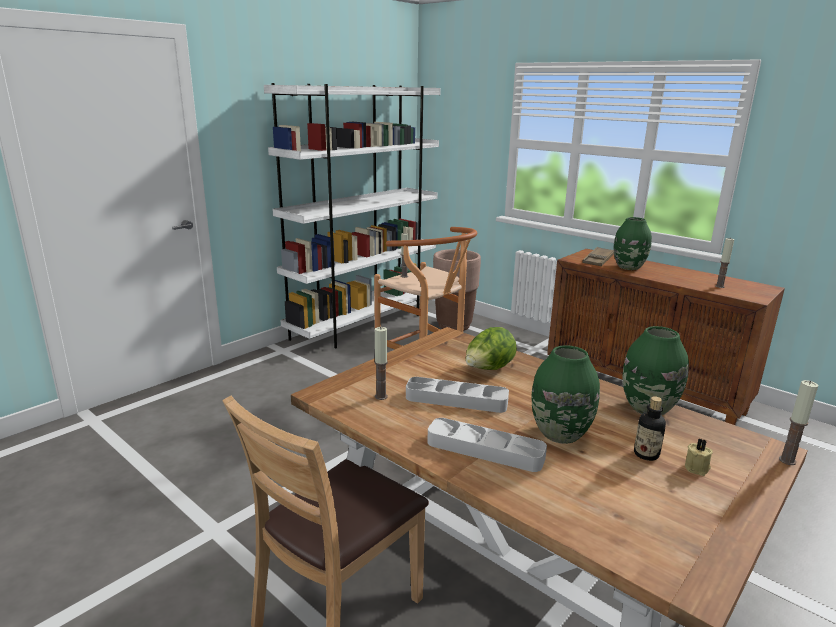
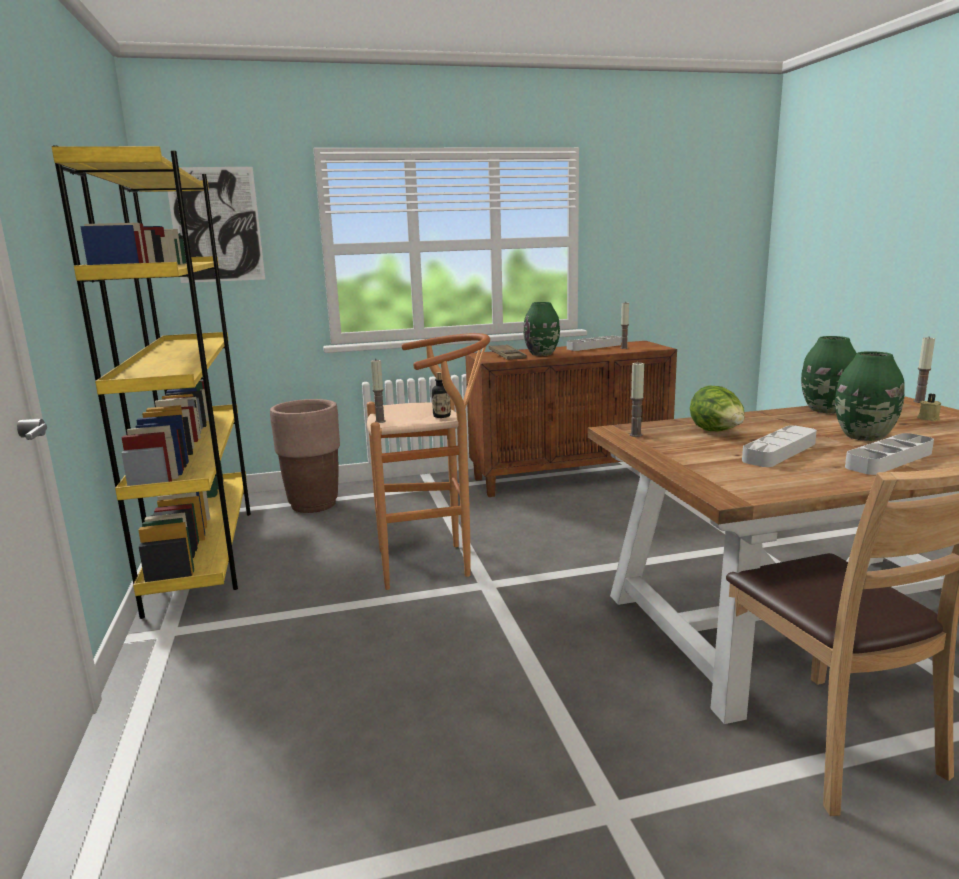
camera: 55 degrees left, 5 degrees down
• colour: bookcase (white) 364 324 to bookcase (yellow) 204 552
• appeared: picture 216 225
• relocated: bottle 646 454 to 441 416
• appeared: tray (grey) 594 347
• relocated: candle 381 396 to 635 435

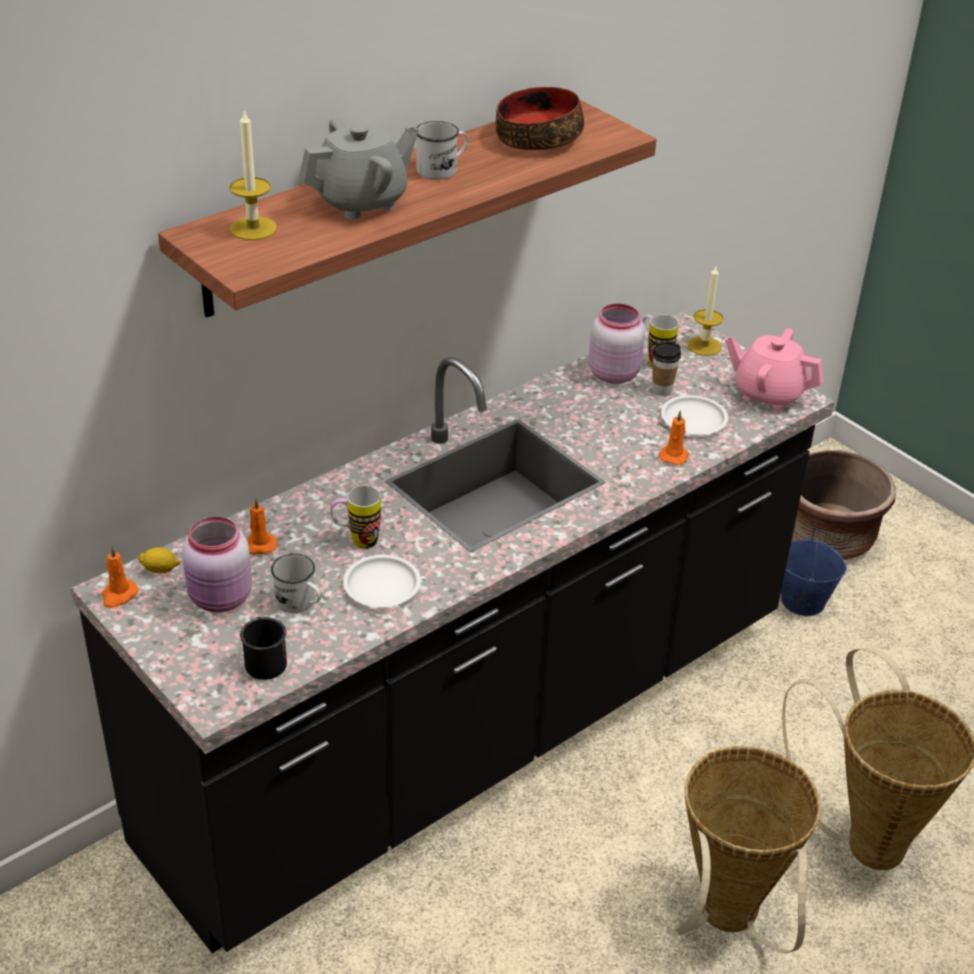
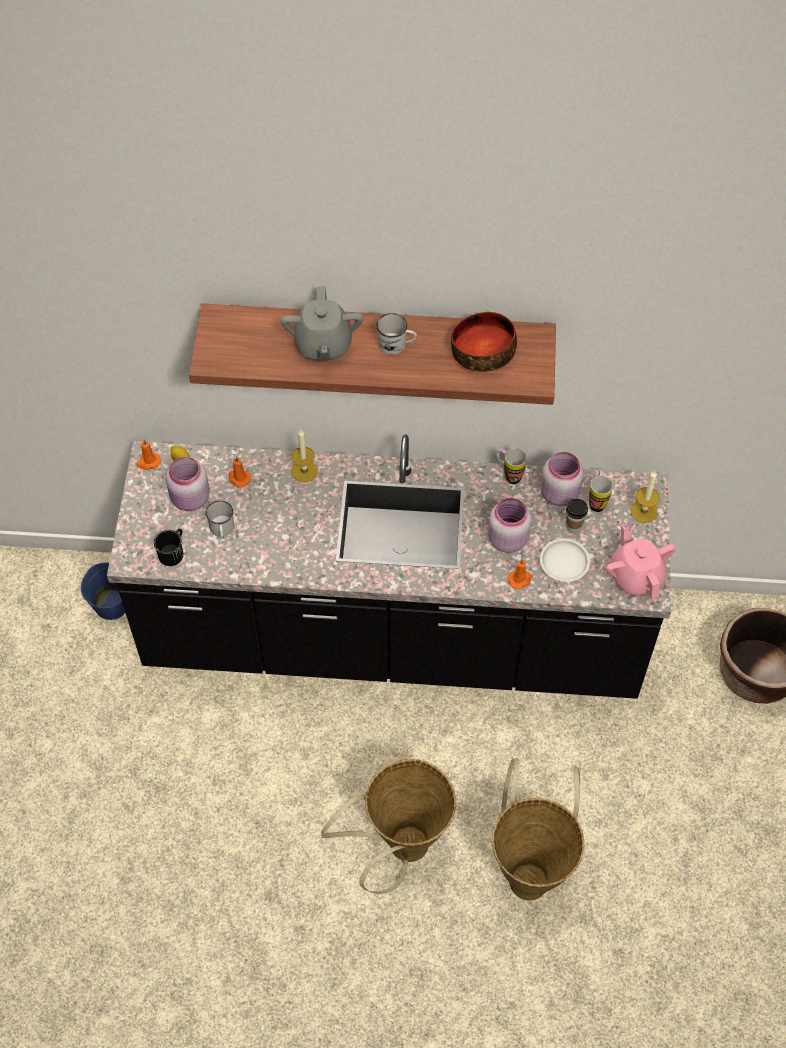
camera: 45 degrees right, 20 degrees up
• relocated: bucket (blue) 802 601 to 111 604
• spun: teapot (grey) 361 202 = 323 345 75 degrees clockwise
• relocated: candle 253 228 to 304 471
• appeared: jar (pink) 506 539
• relocated: mug 356 541 to 508 475
• missing: plate (white) 382 585

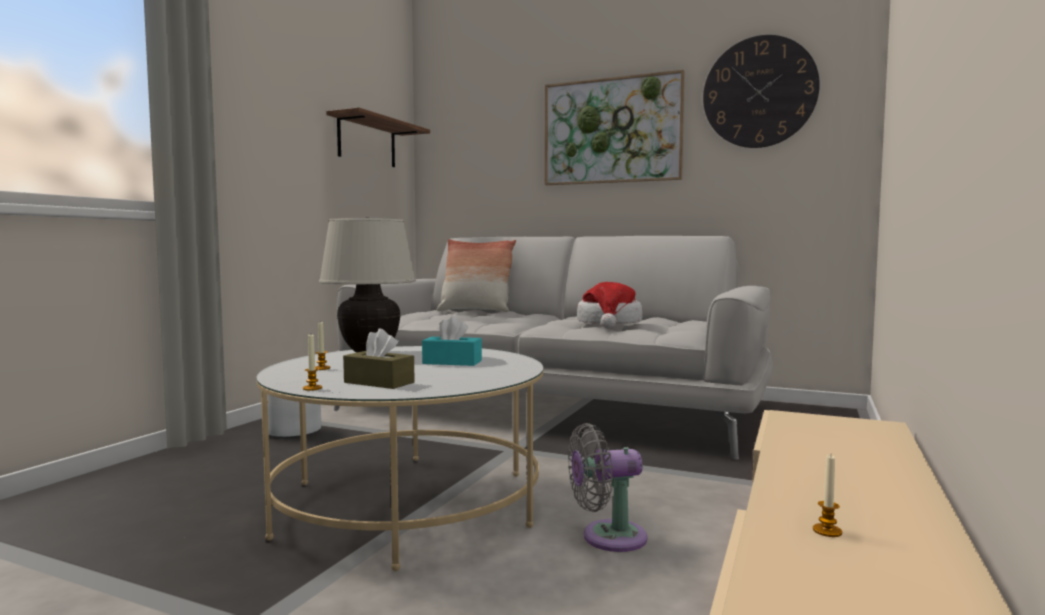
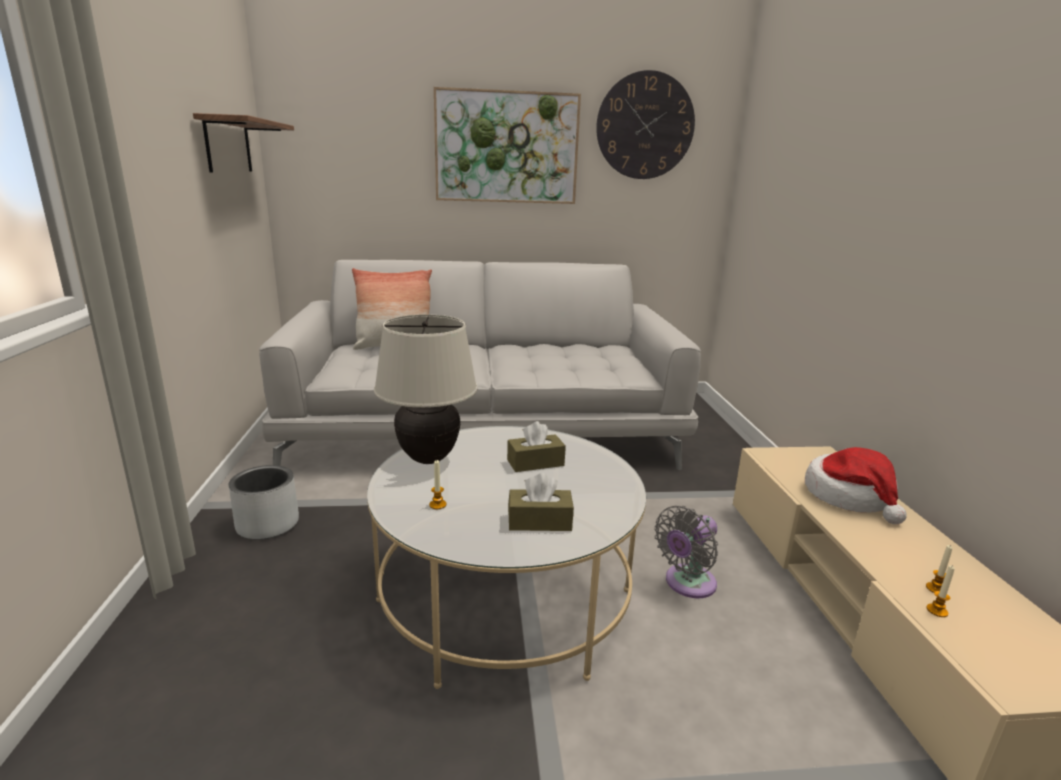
camera: 30 degrees left, 15 degrees up
• colour: tissue box (turquoise) 452 362 to tissue box (brown) 535 463
• relocated: hat 609 323 to 850 497
• relocated: candle 312 388 to 937 611

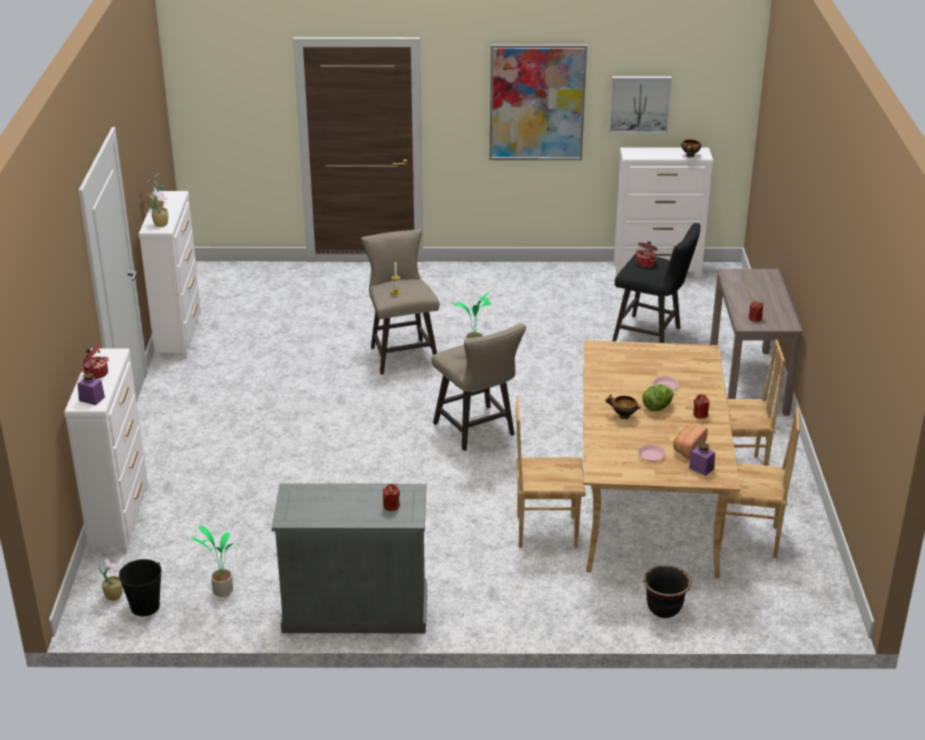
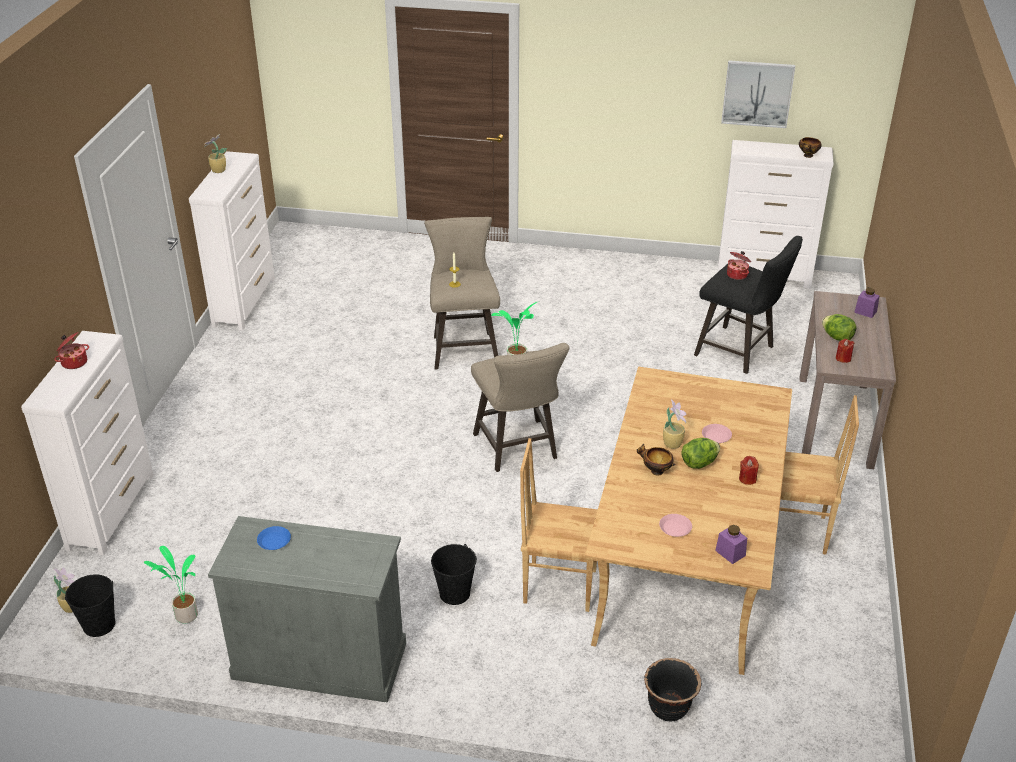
camera: 10 degrees right, 5 degrees up
• appeared: plate (blue) 274 540
• appeared: bucket (black) 454 593
• relocated: potted plant 161 224 to 673 443
• appeared: lettuce 837 337
• relocated: jar (purple) 92 399 to 865 312
• missing: candle (red) 391 506
• missing: picture 537 102
• missing: bread 688 448
• missing: chair (brown) 747 539

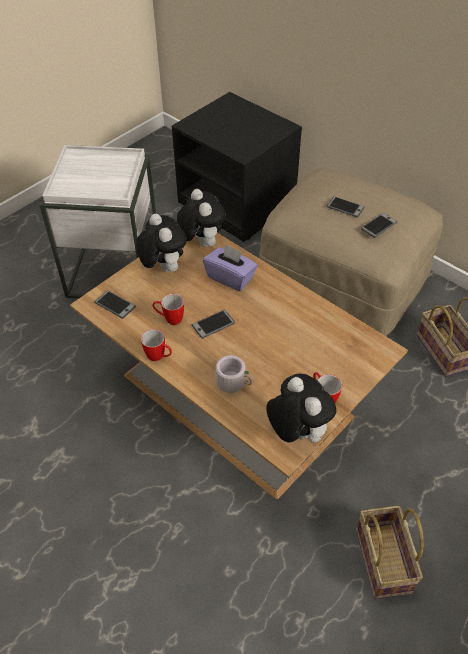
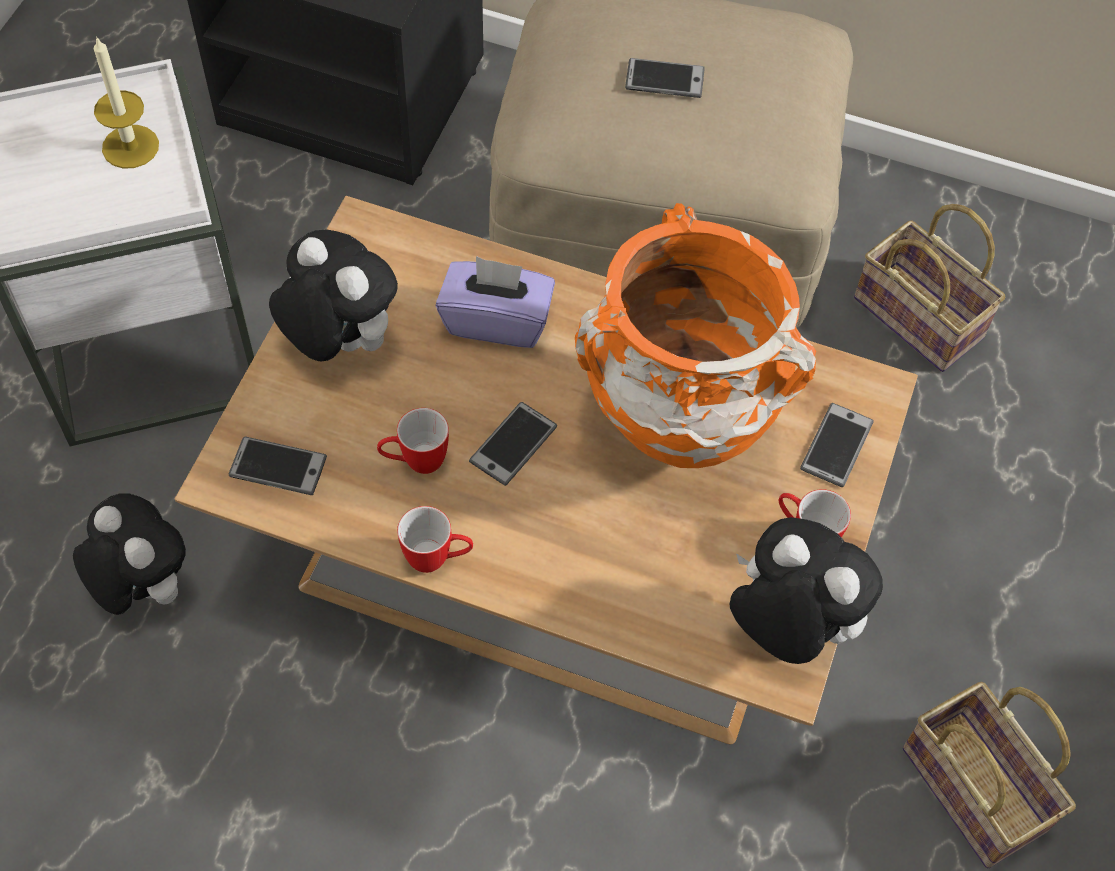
camera: 25 degrees left, 10 degrees up
• relocated: plush toy 201 242 to 142 587
• appeared: candle 130 146
• appeared: vase (orange) 674 427
• relocated: phone 378 226 to 836 446
• missing: mug (grey) 234 382

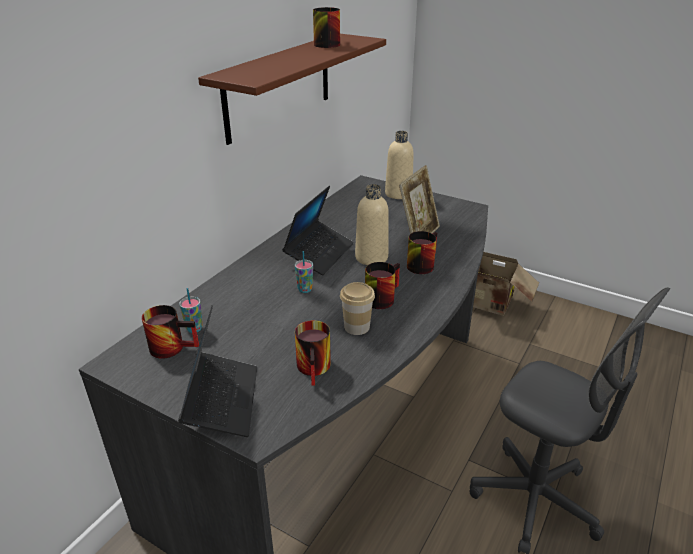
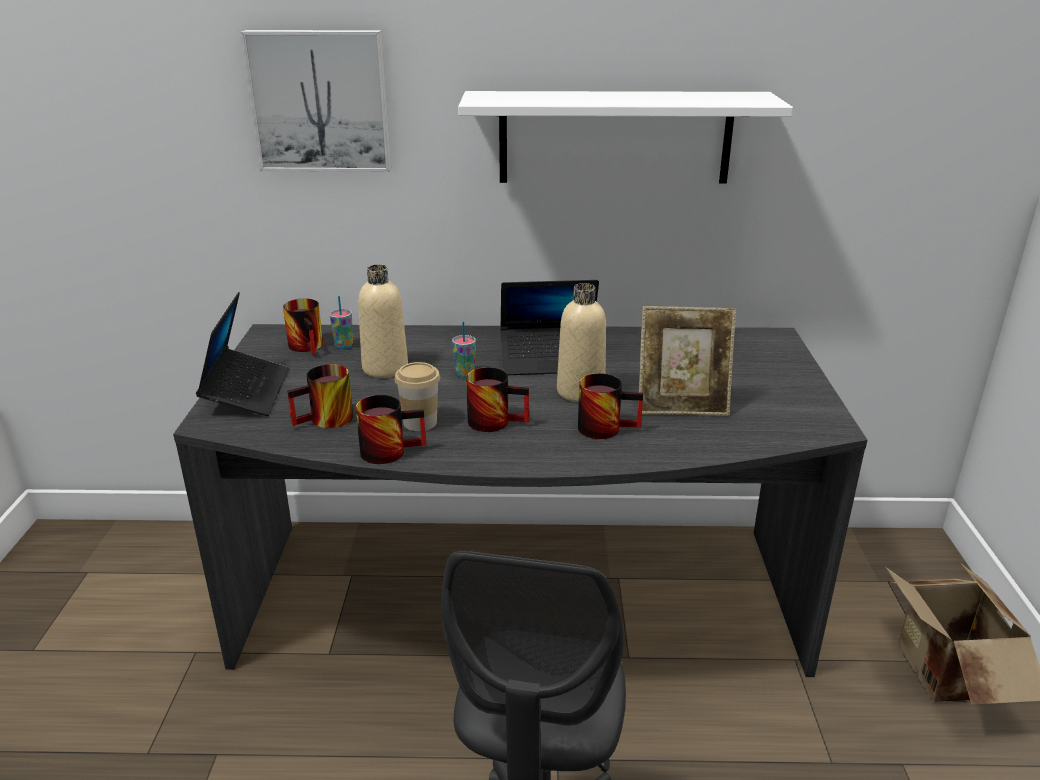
camera: 60 degrees right, 5 degrees down
• spun: laptop 222 400 = 247 392 60 degrees counterclockwise
• appeared: picture 321 101
• relocated: mug 326 43 to 390 449
• relocated: bottle (beige) 398 194 to 385 368
• colour: shelf (brown) 279 86 to shelf (white) 615 137

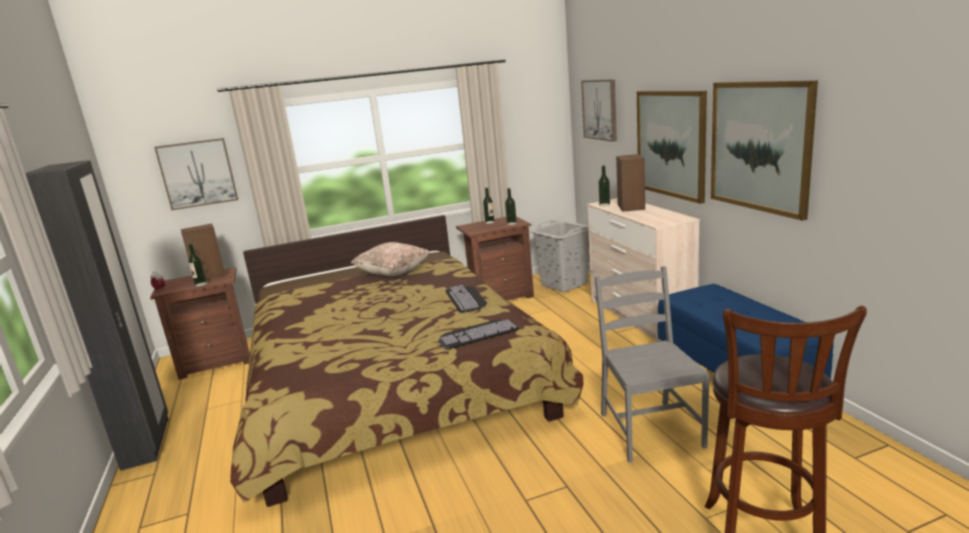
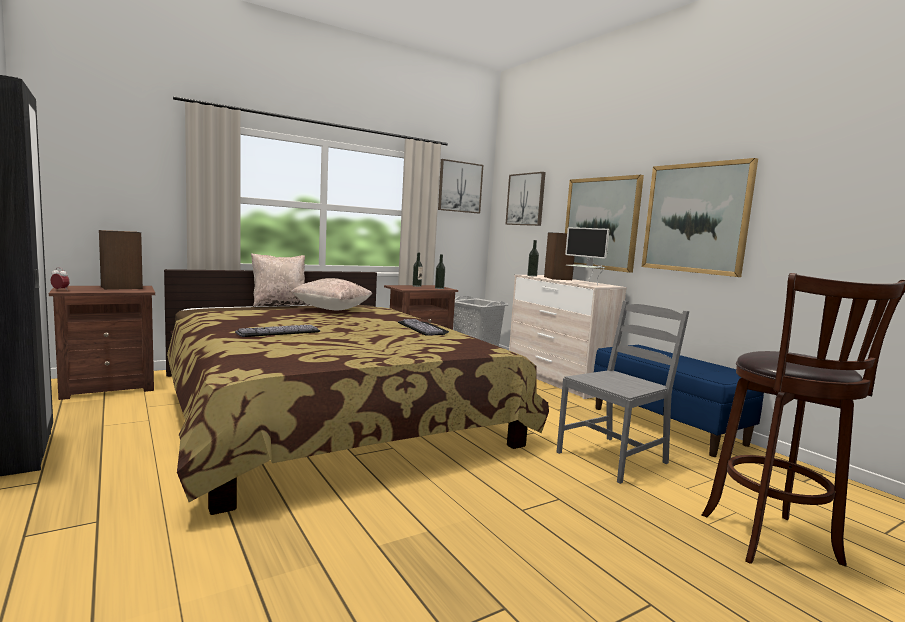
camera: 15 degrees left, 10 degrees down
• relocated: keyboard 477 333 to 277 331
• appeared: pillow (beige) 279 305
• relocated: picture 198 173 to 460 187
• spun: chair (grey) 649 429 = 613 457 75 degrees clockwise
• appeared: monitor 584 283
• missing: bottle 201 284

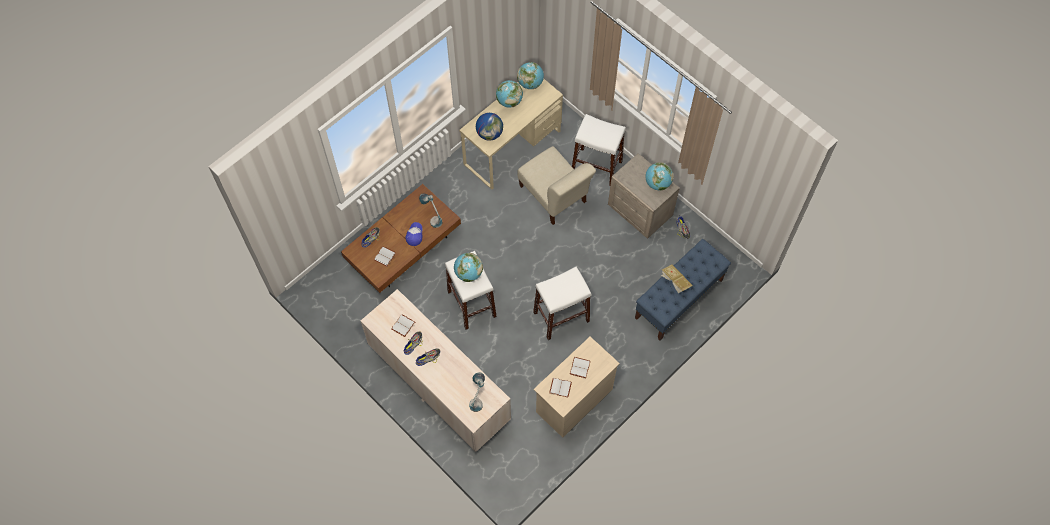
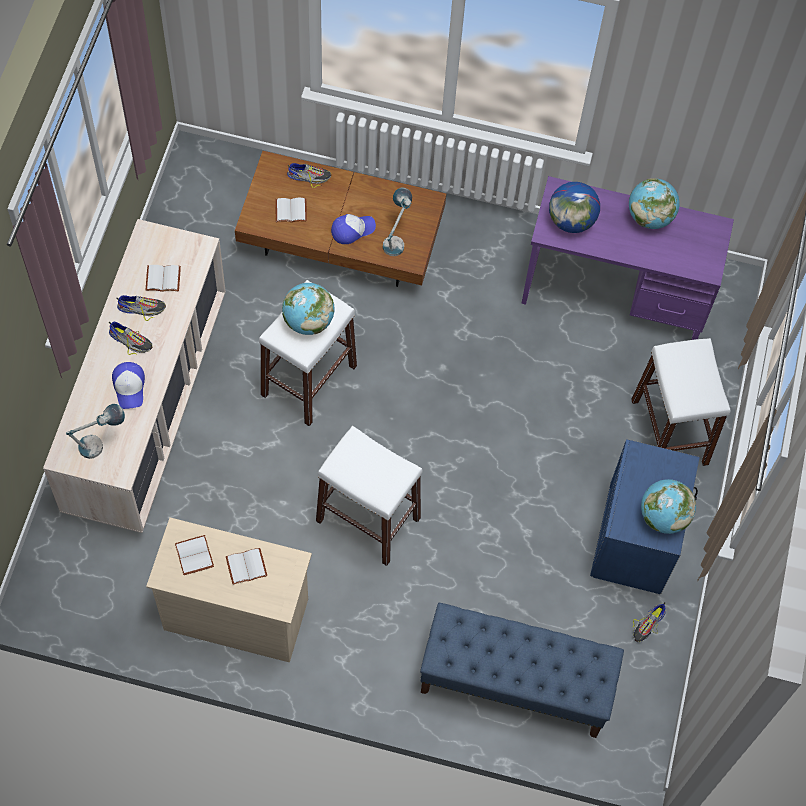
camera: 55 degrees right, 0 degrees up
• appeared: cap 129 387
• colour: desk (beige) 512 147 to desk (purple) 615 293
• colour: nightstand (beige) 640 211 to nightstand (blue) 636 540
• missing: globe 530 83
• missing: chair (beige) 554 196
• missing: book 675 282

